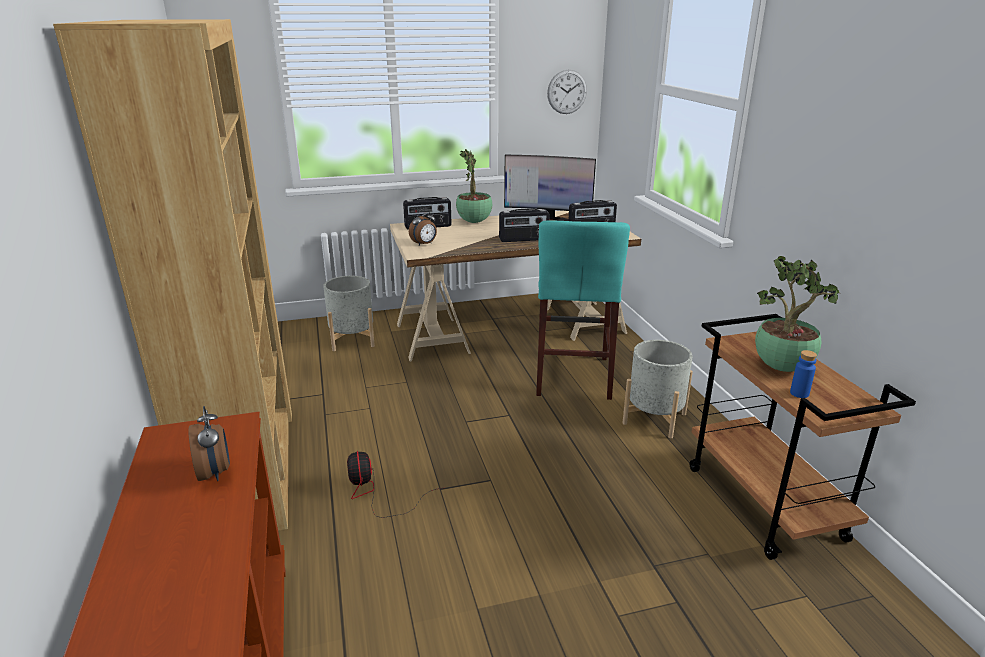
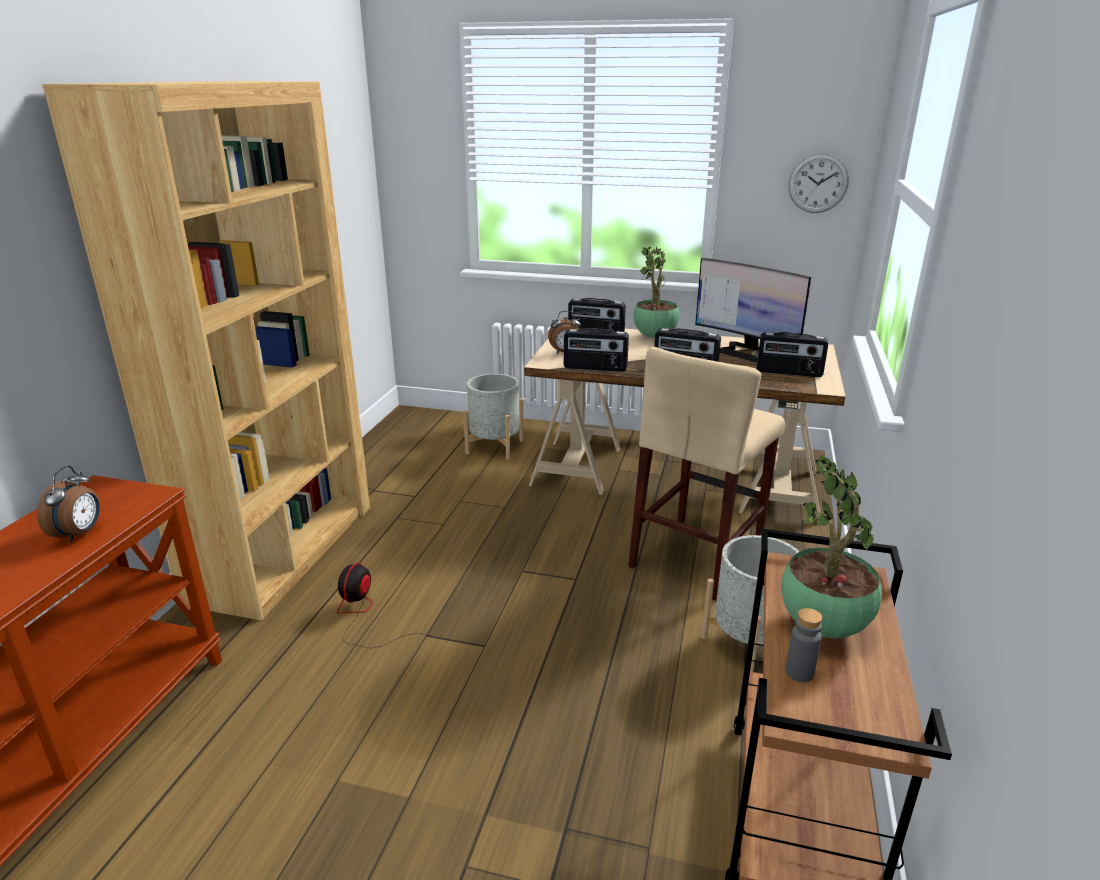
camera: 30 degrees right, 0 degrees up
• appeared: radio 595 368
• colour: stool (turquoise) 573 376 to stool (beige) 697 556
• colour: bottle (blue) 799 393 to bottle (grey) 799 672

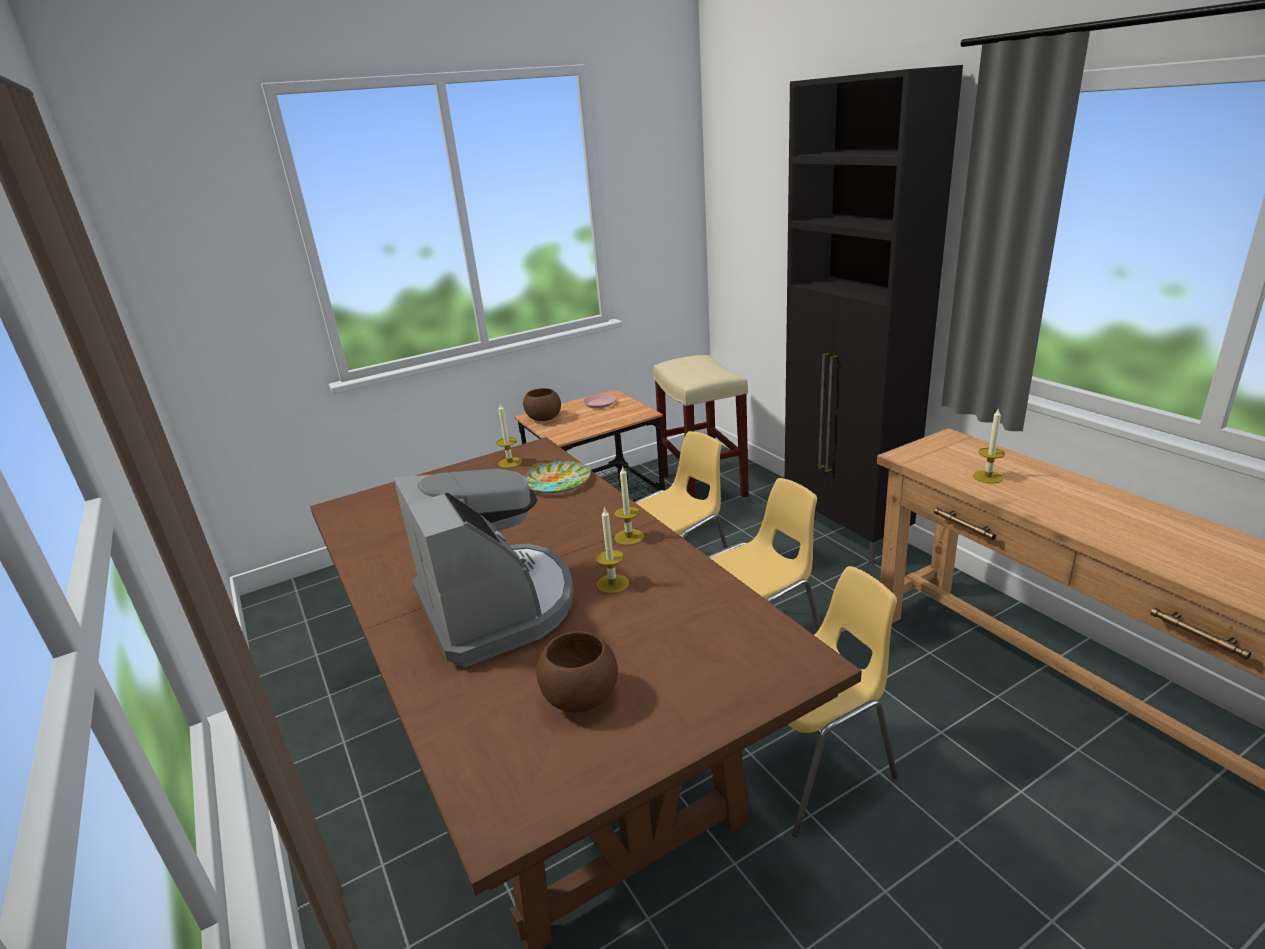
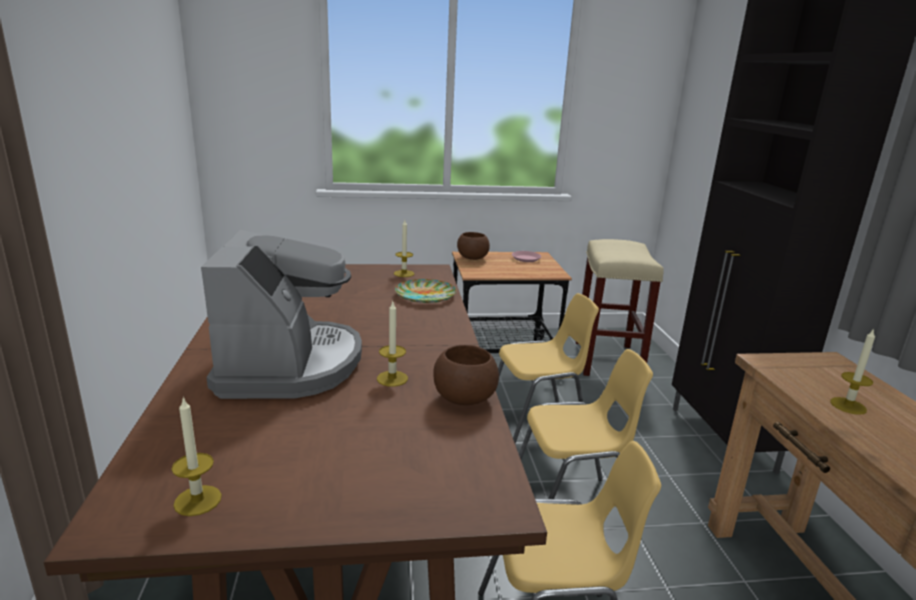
camera: 20 degrees right, 5 degrees down
• relocated: candle 629 537 to 197 500
• relocated: bowl (brown) 579 697 to 463 398

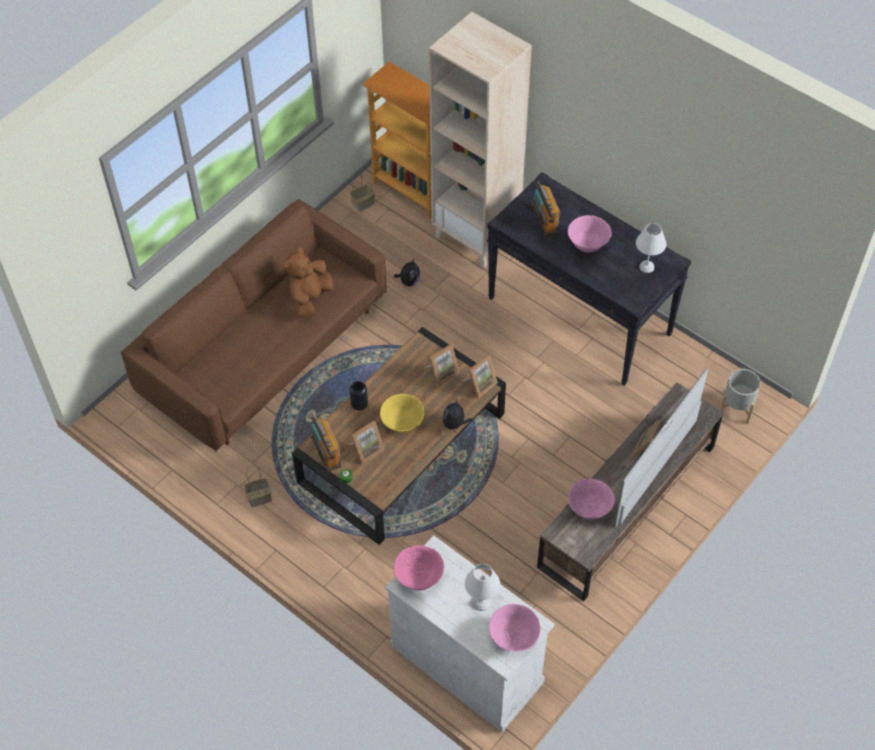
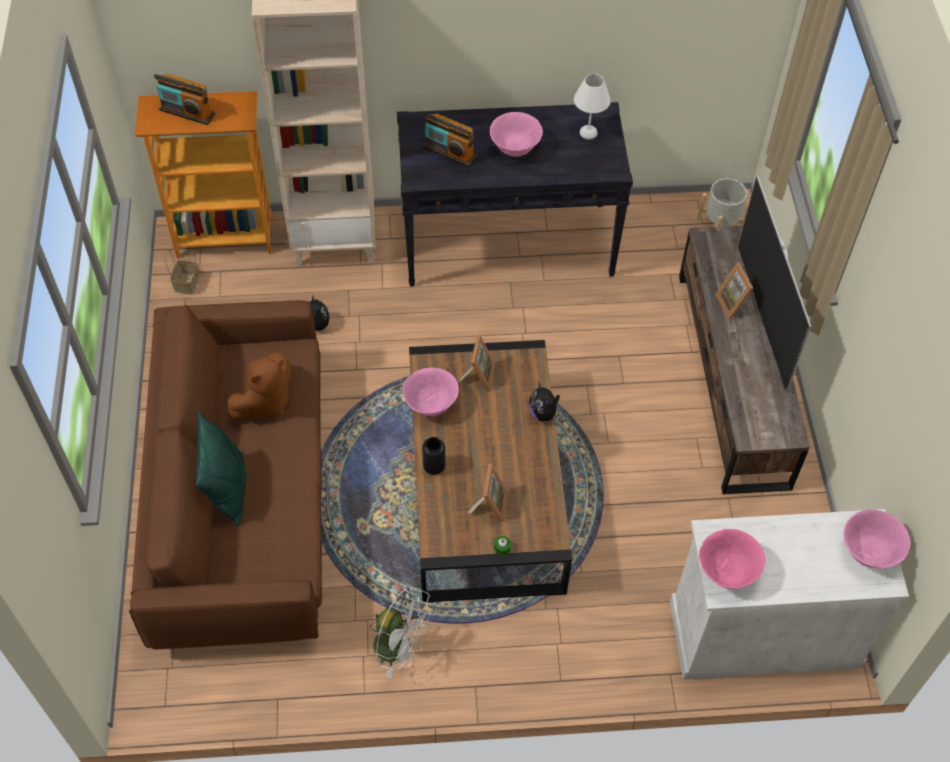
camera: 45 degrees left, 0 degrees up
• relocated: radio 325 451 to 187 112
• appeared: pillow (green) 228 489
• spun: plush toy (brown) 310 298 = 265 402 120 degrees counterclockwise
• exchanged: basket 260 496 to fan (white) 400 647
• relocated: bowl (pink) 589 509 to 431 404
• missing: bowl (yellow) 402 423
• missing: picture frame 480 384
• missing: table lamp (white) 481 602

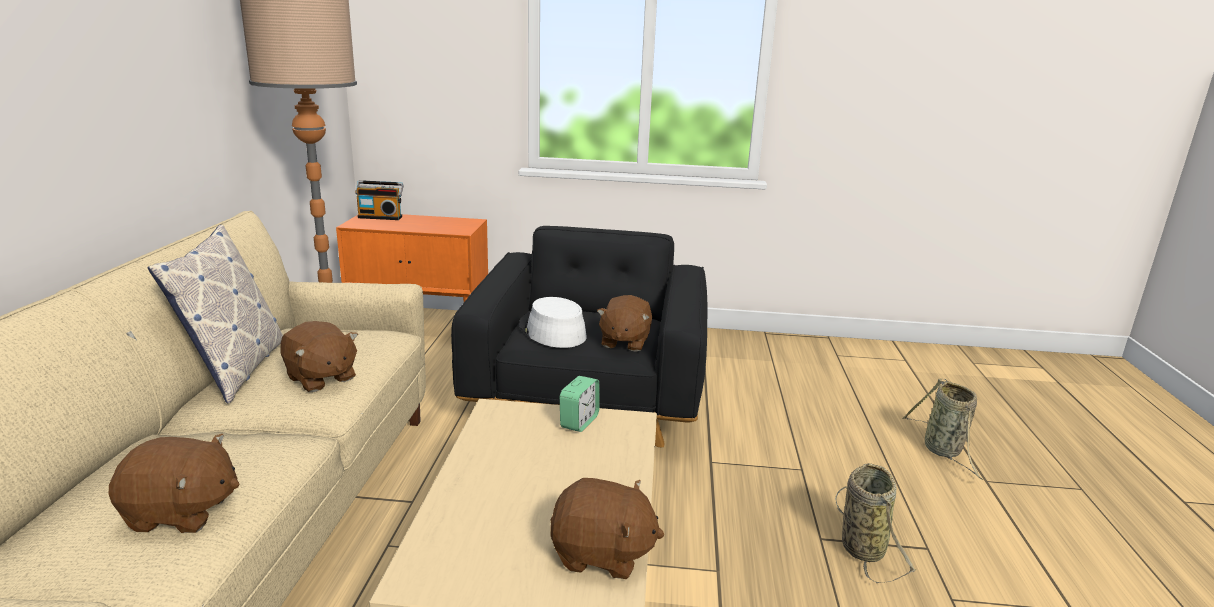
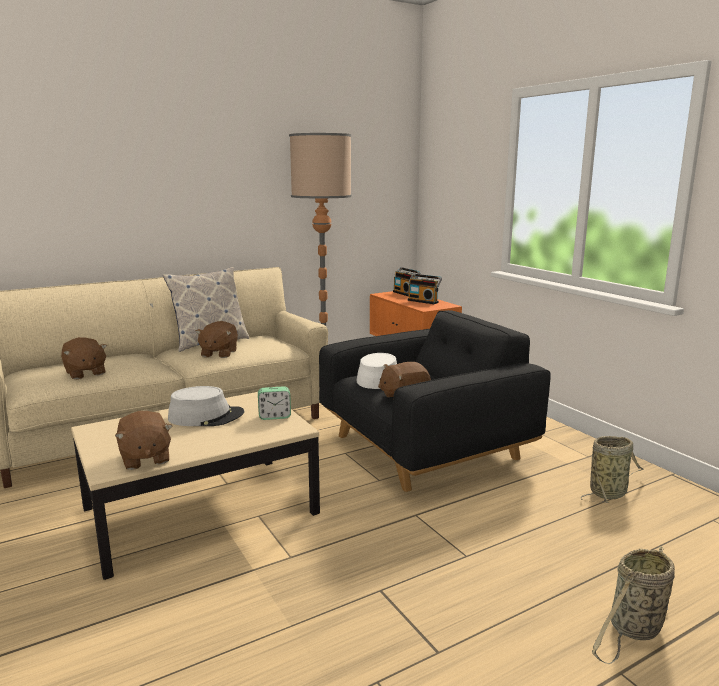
camera: 55 degrees right, 5 degrees down
• appeared: hat (grey) 206 416
• appeared: radio 423 301
• relocated: basket 861 545 to 609 492

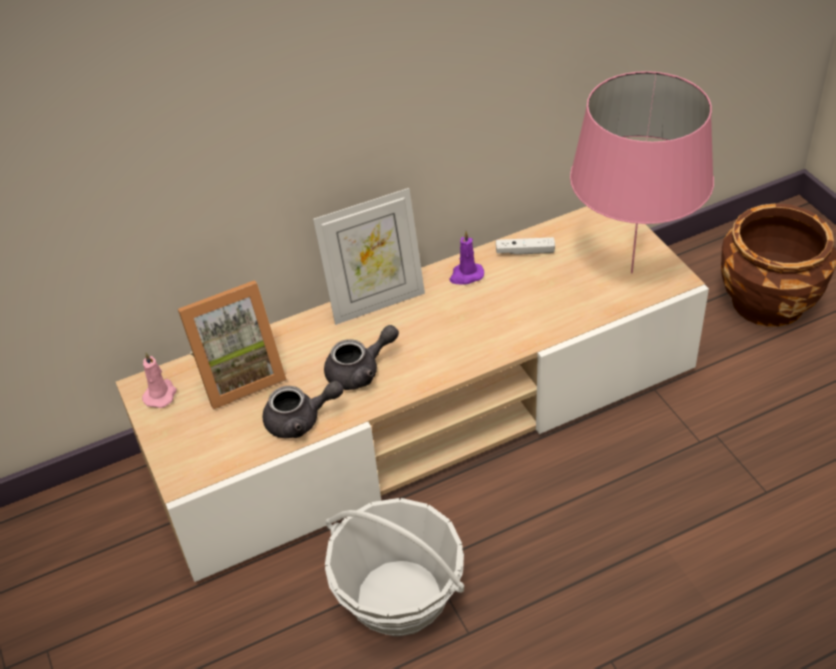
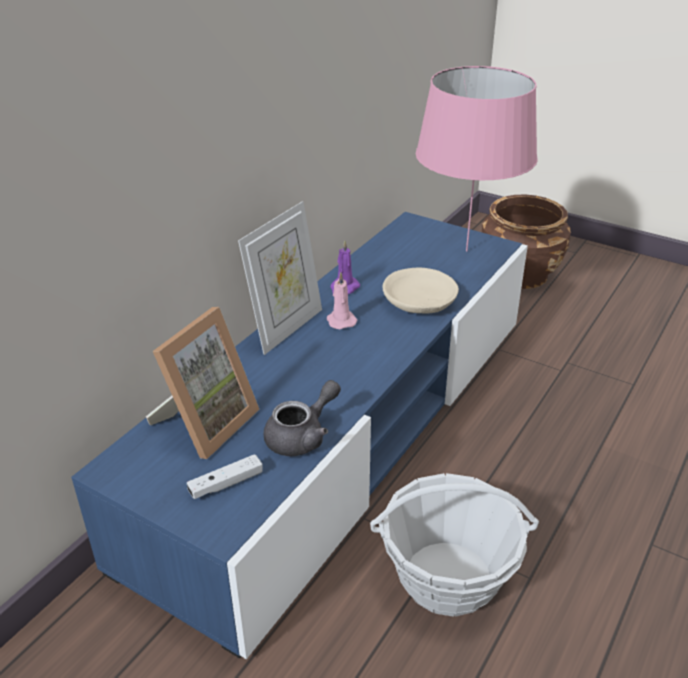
camera: 35 degrees left, 10 degrees down
• colour: tv stand (beige) 424 416 to tv stand (blue) 344 430
• relocated: game controller (white) 525 251 to 226 484
• relocated: candle (pink) 161 394 to 340 320
• appeared: bowl (beige) 419 302
• missing: teapot (grey) 360 371

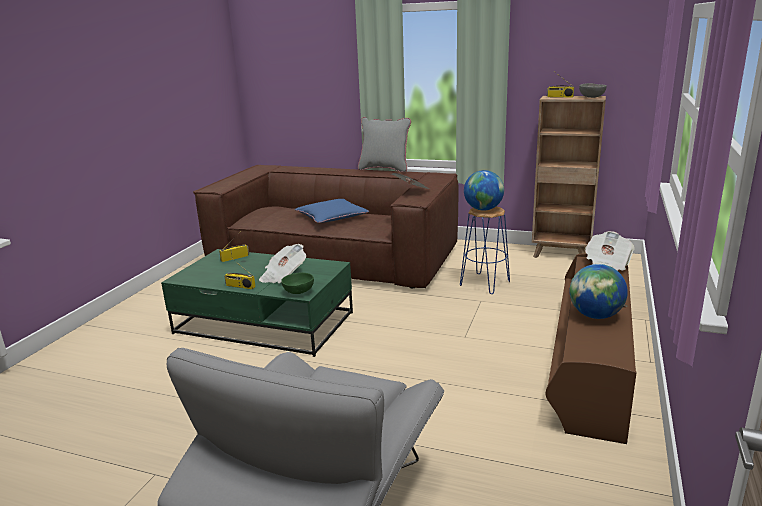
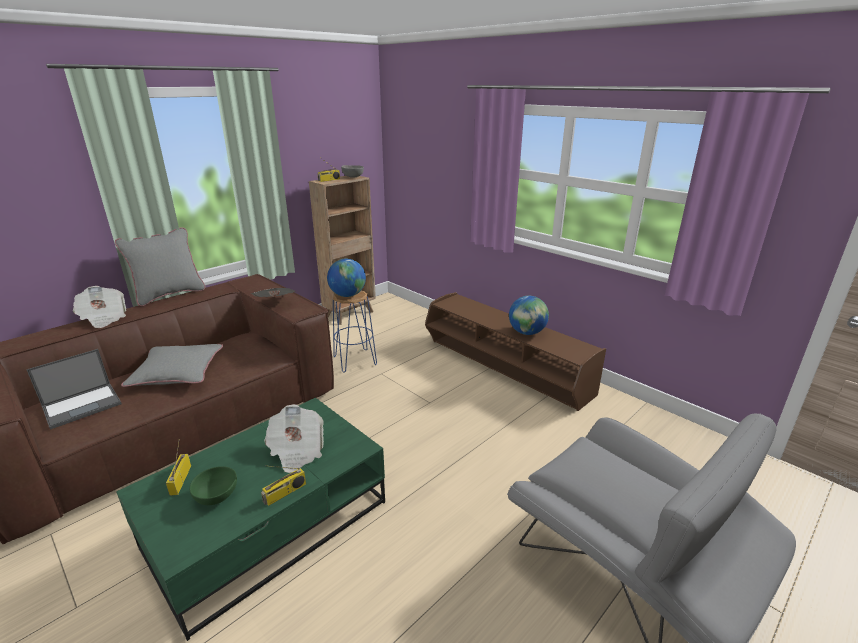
camera: 65 degrees left, 5 degrees up
• appeared: laptop 83 405
• relocated: newspaper 607 264 to 103 318
• colour: pillow (blue) 332 217 to pillow (grey) 177 372
• relocated: bowl (green) 298 292 to 217 497

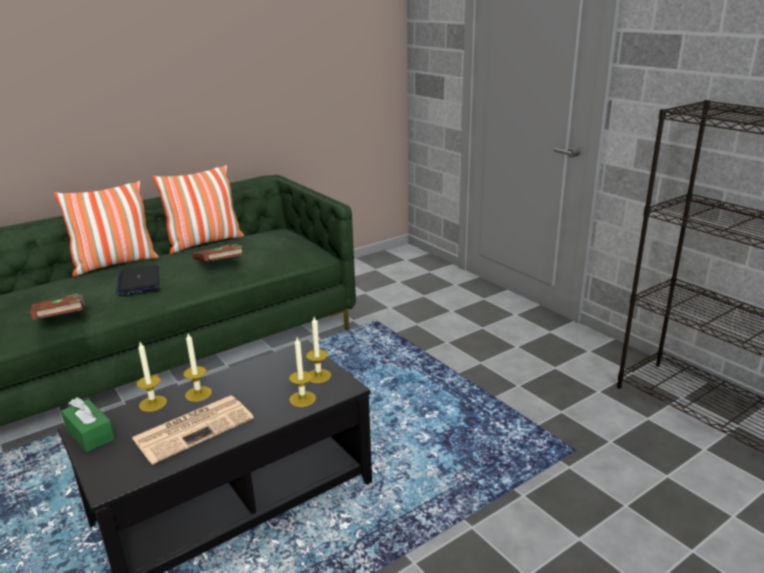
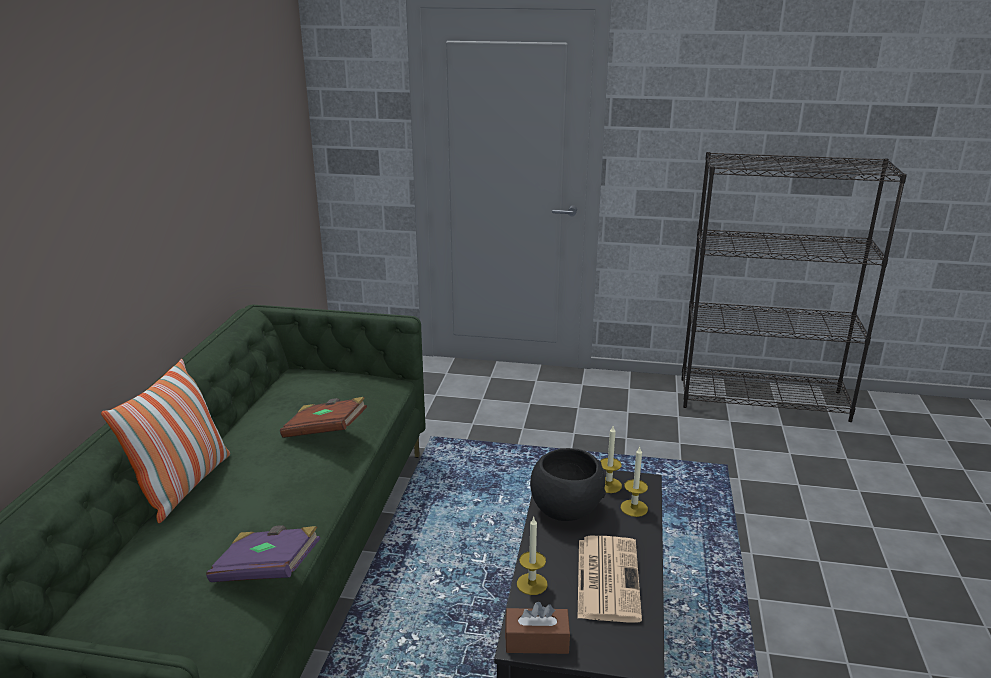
camera: 45 degrees left, 0 degrees up
• colour: book (brown) 62 319 to book (purple) 267 570
• colour: tissue box (green) 90 434 to tissue box (brown) 536 640
• appeared: bowl (black) 565 508
• missing: laptop 139 281
• missing: pillow 205 243
• missing: candle 198 394

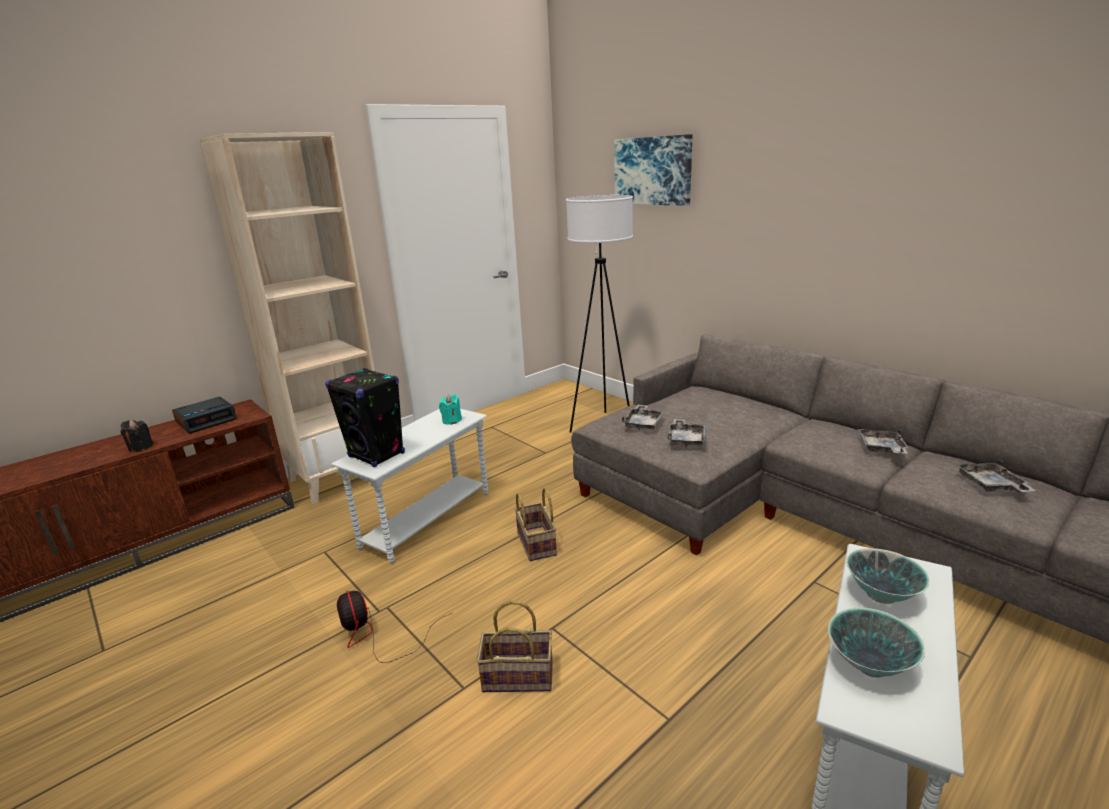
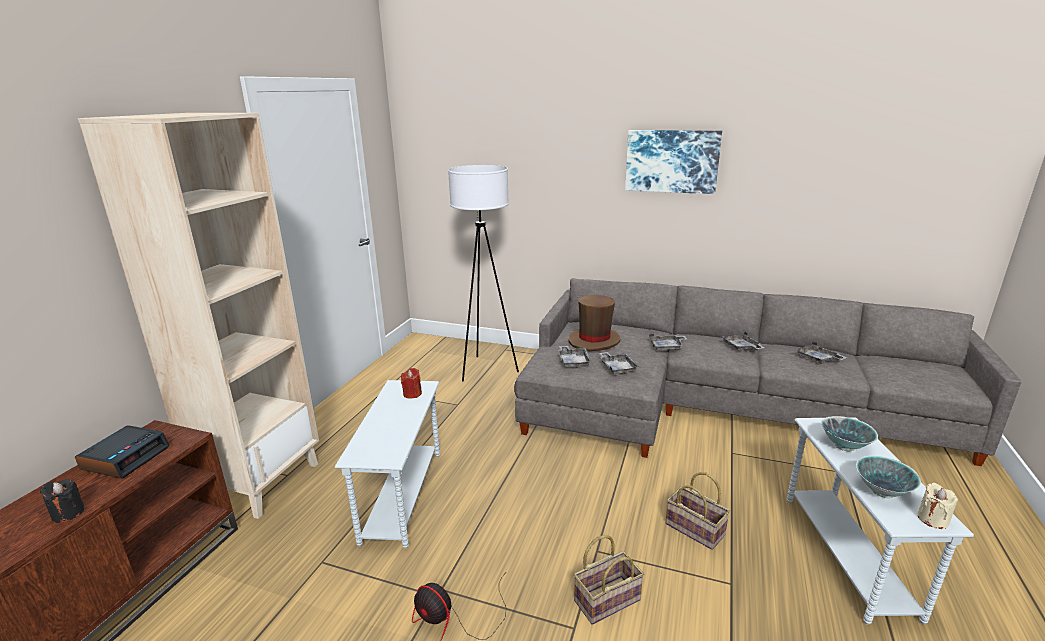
camera: 30 degrees left, 0 degrees up
• colour: candle (turquoise) 451 421 to candle (red) 412 394
• appeared: hat (brown) 594 341
• relocated: picture 653 171 to 672 161
• appeared: tray (grey) 667 347
• relocated: basket 538 544 to 696 529
• appeared: candle (beige) 932 519
• missing: speaker (black) 377 455

